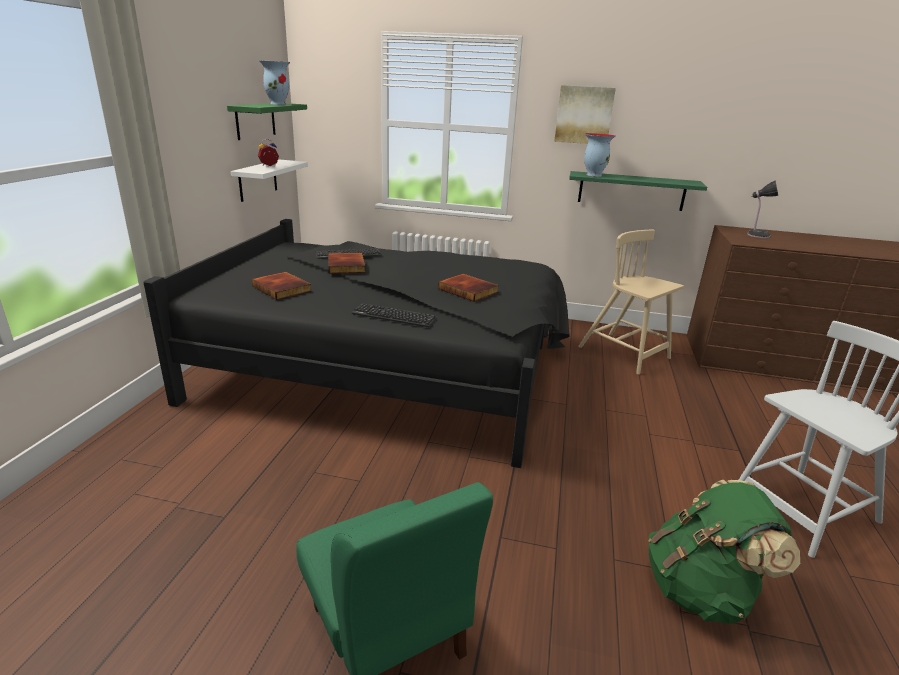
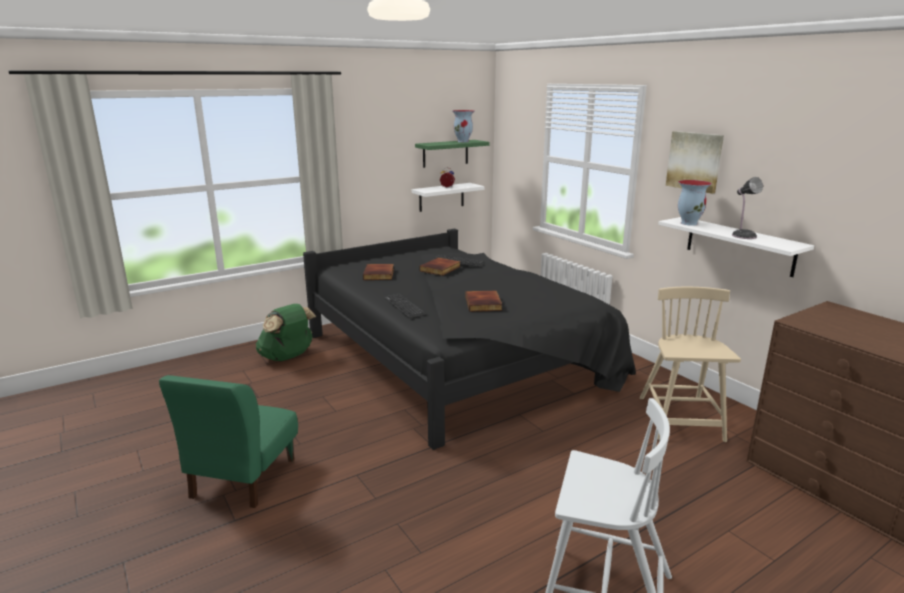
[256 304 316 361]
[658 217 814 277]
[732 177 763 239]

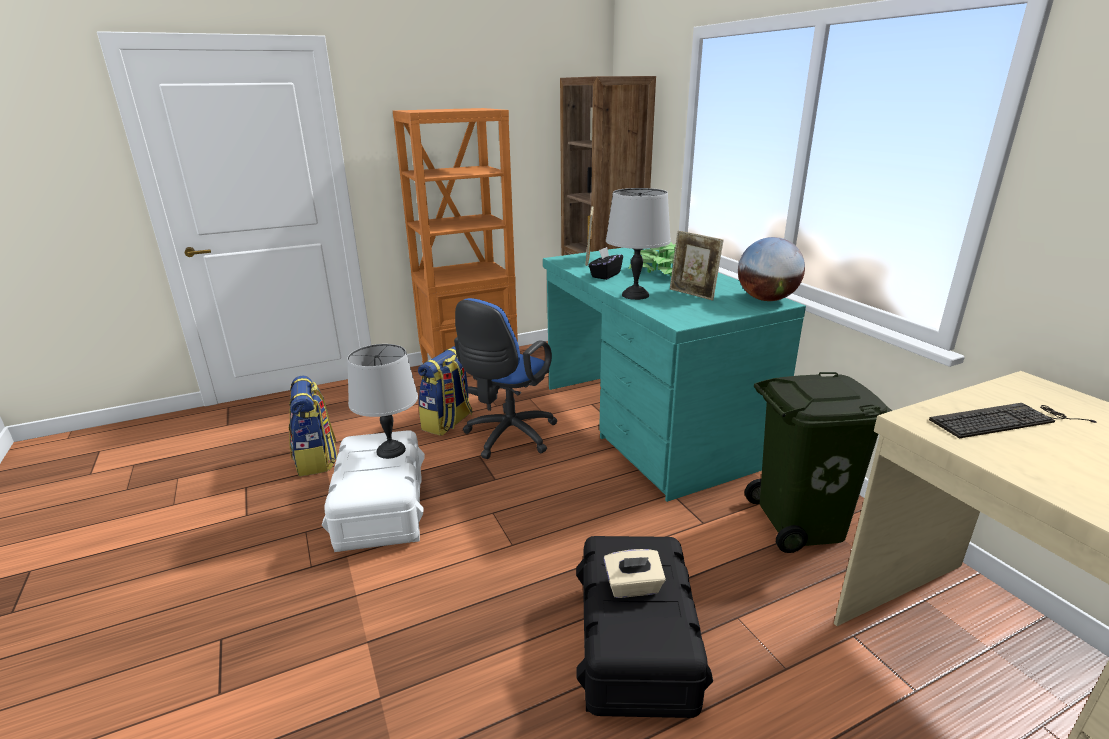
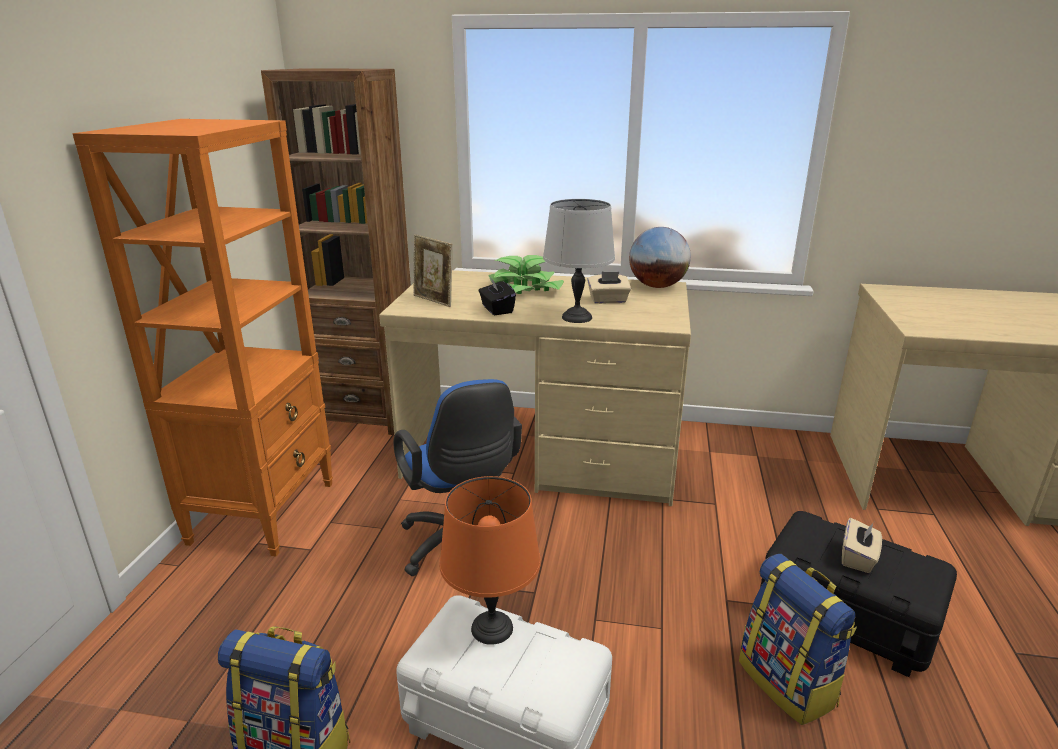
[379 270 691 506]
[440 476 541 645]
[587 272 631 304]
[739 554 857 725]
[745 372 892 553] (first image)
[929 403 1097 439] (first image)

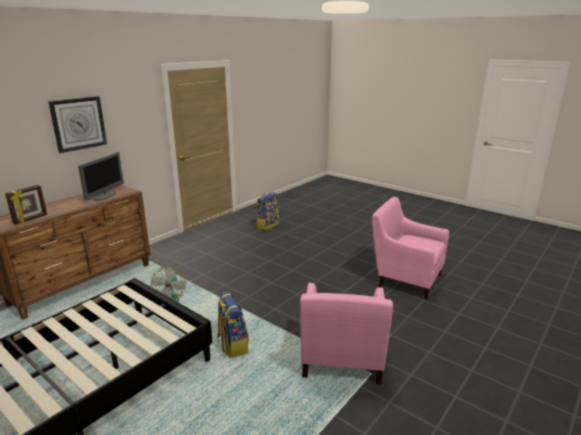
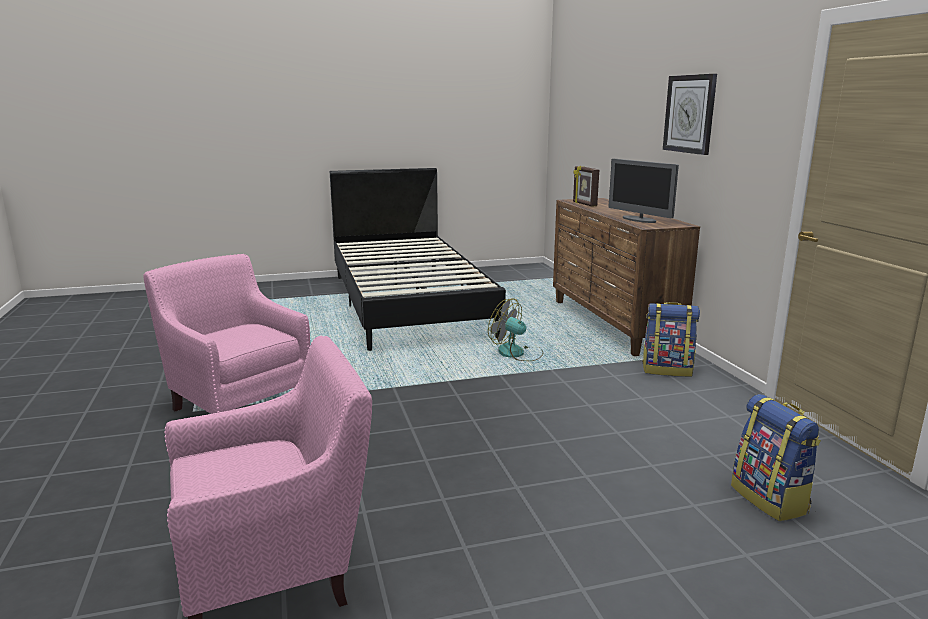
[642 302 700 377]

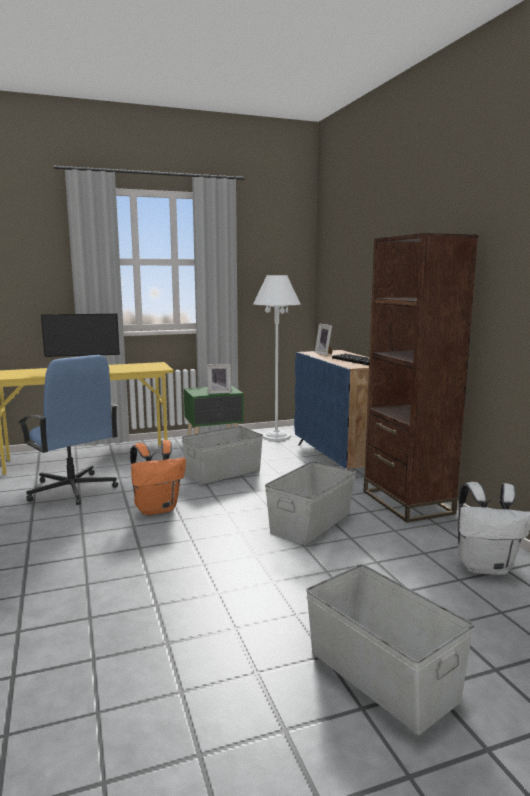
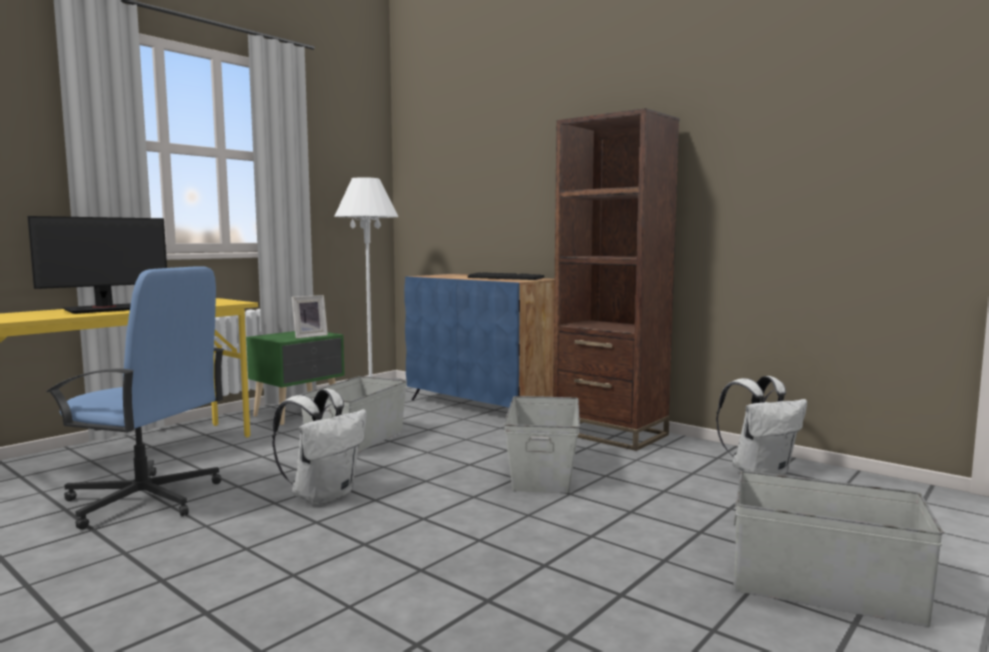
[272 389 367 505]
[315 323 333 356] (first image)

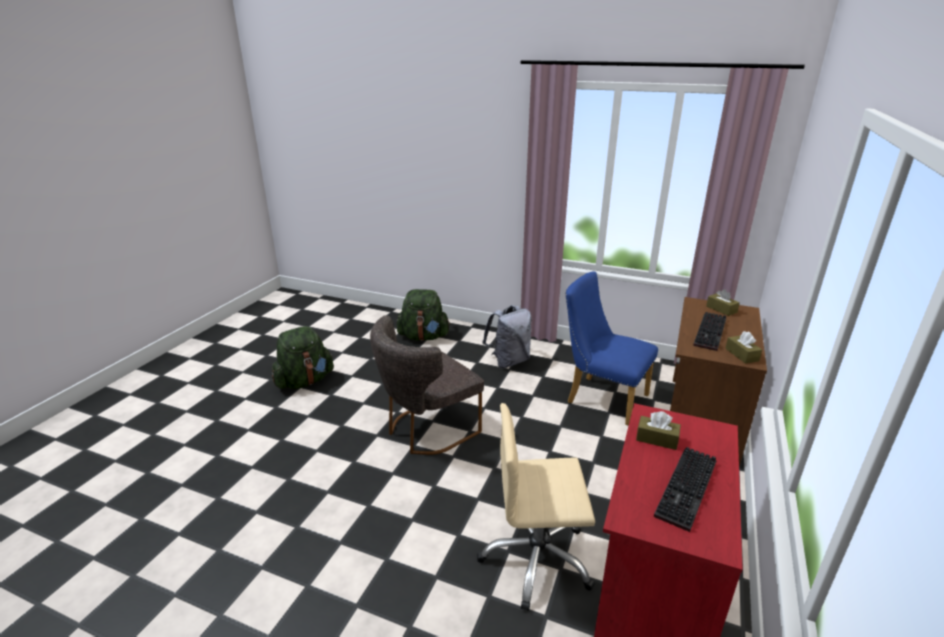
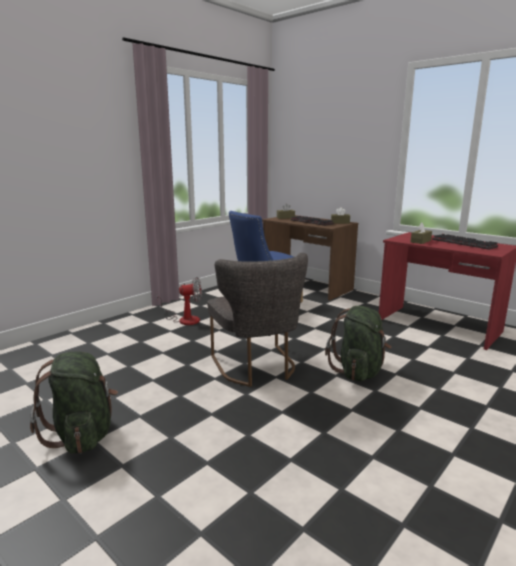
[156 277 202 325]
[325 306 392 381]
[477 403 595 611] (first image)

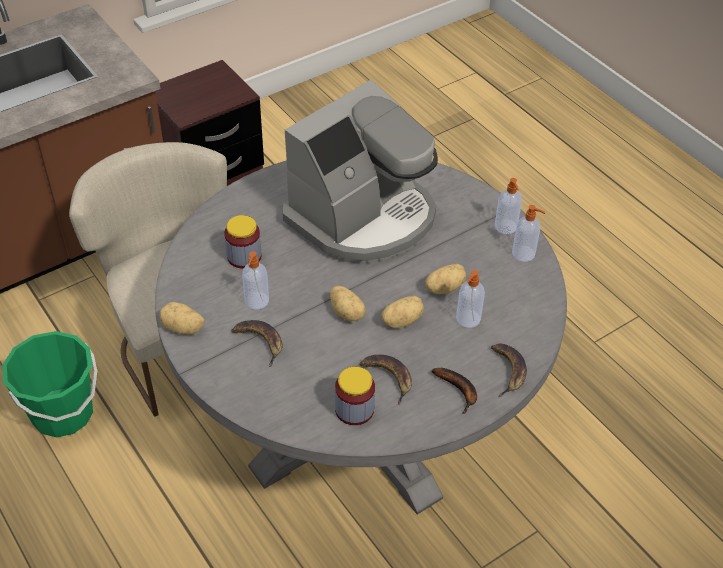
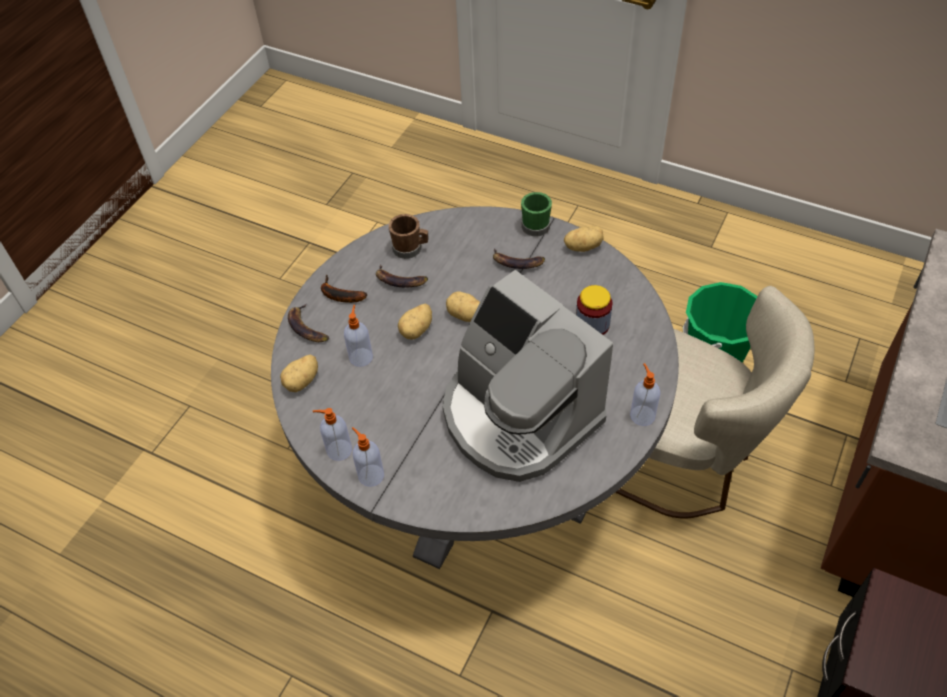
[280 354 318 392]
[388 214 428 259]
[442 270 613 482]
[521 192 552 237]
[630 363 660 426]

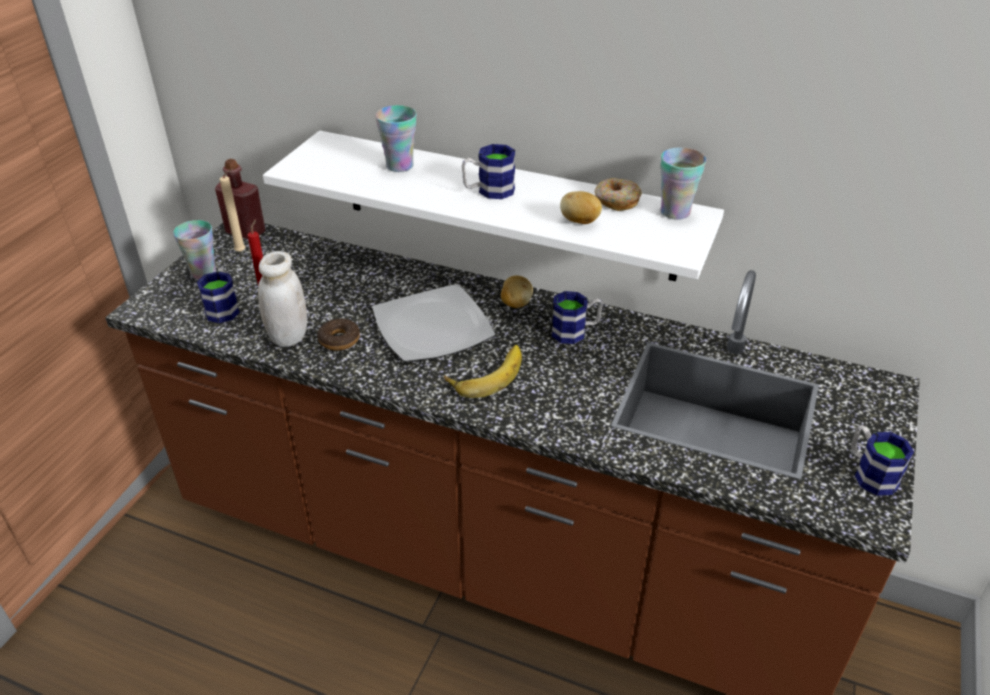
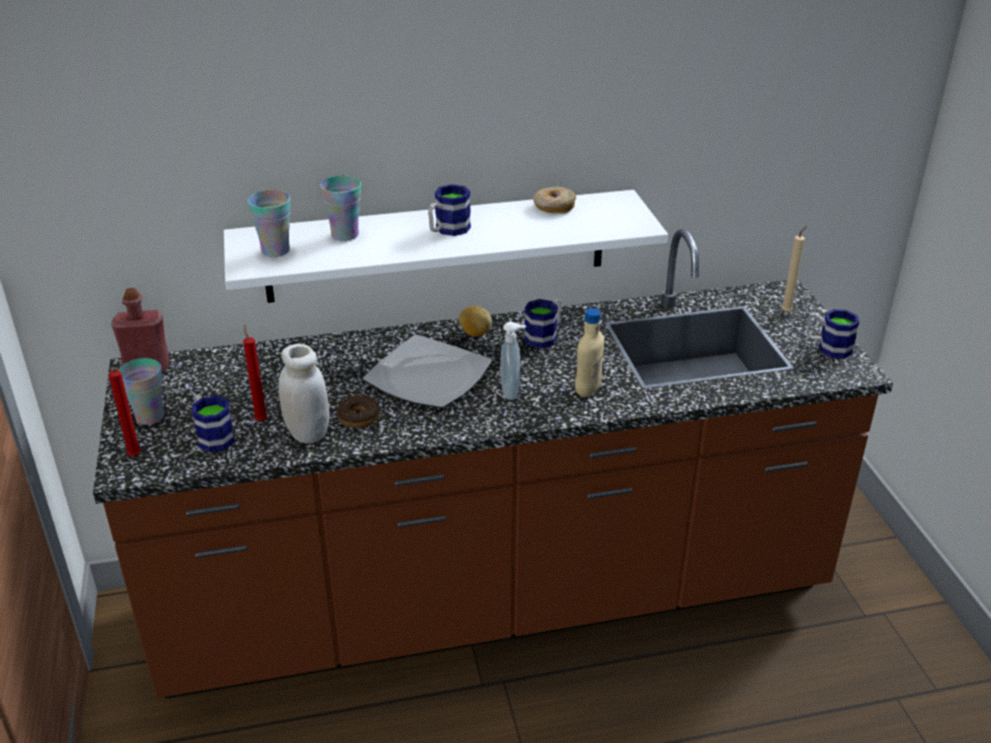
[107 369 141 457]
[248 190 290 257]
[500 322 526 400]
[575 308 604 397]
[781 226 807 313]
[560 191 602 224] (first image)

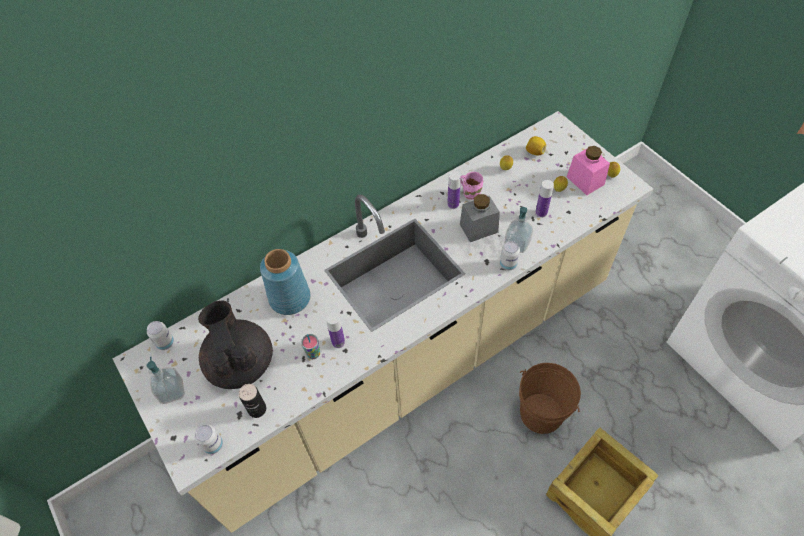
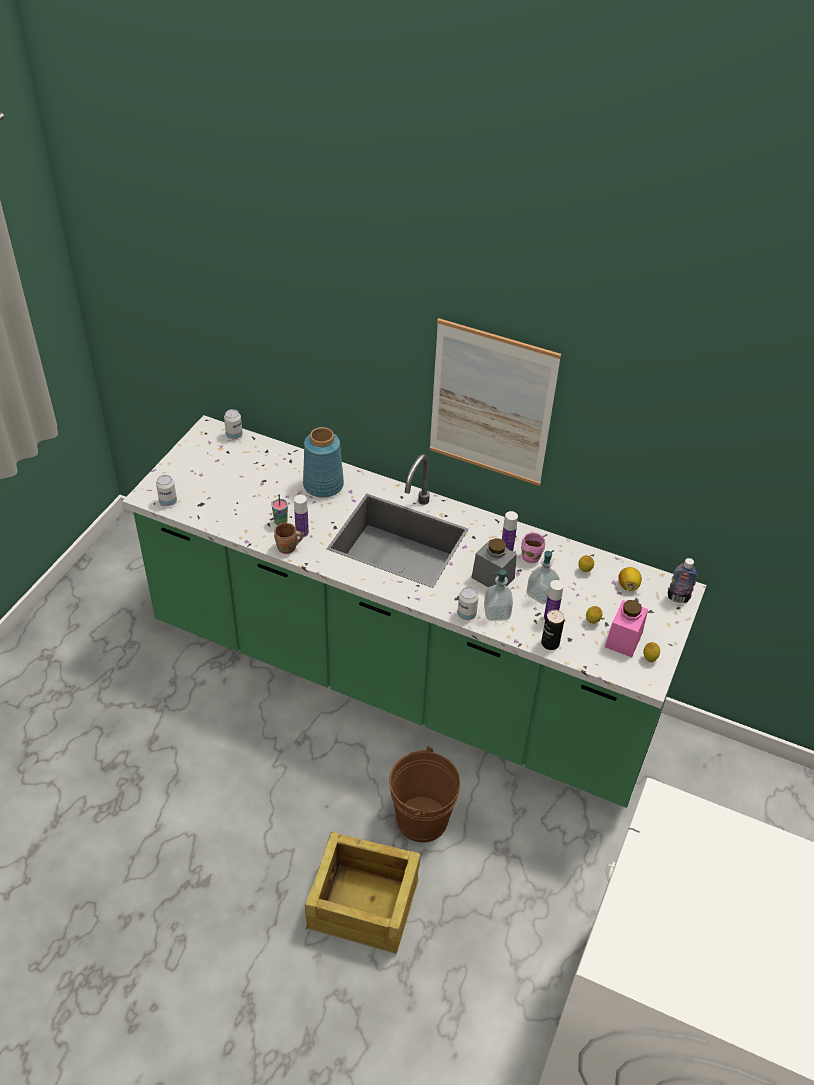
[122 415 707 808]
[274 523 303 554]
[429 318 561 486]
[526 550 560 604]
[541 610 565 650]
[668 558 698 603]
[198 300 273 389] (first image)

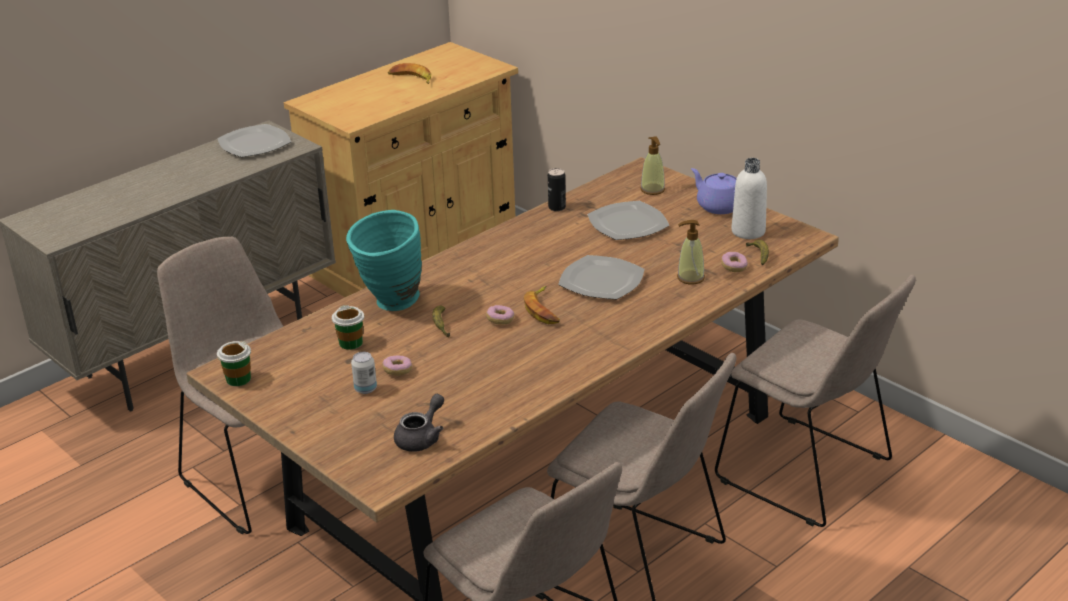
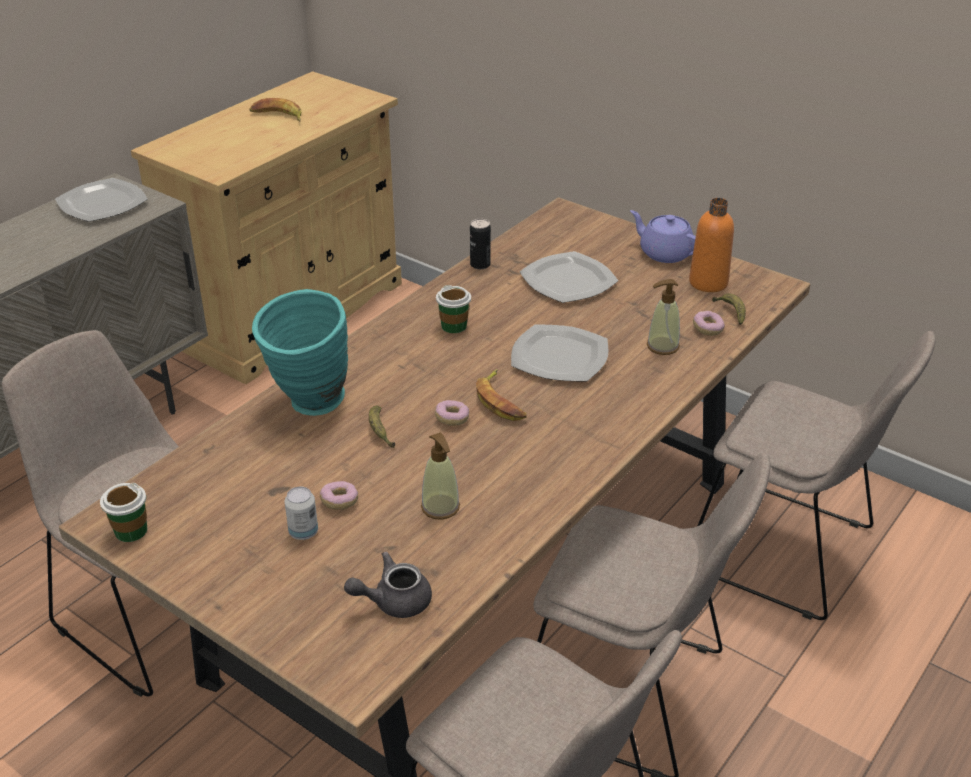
[344 551 432 618]
[421 432 460 520]
[436 285 471 333]
[689 198 734 292]

